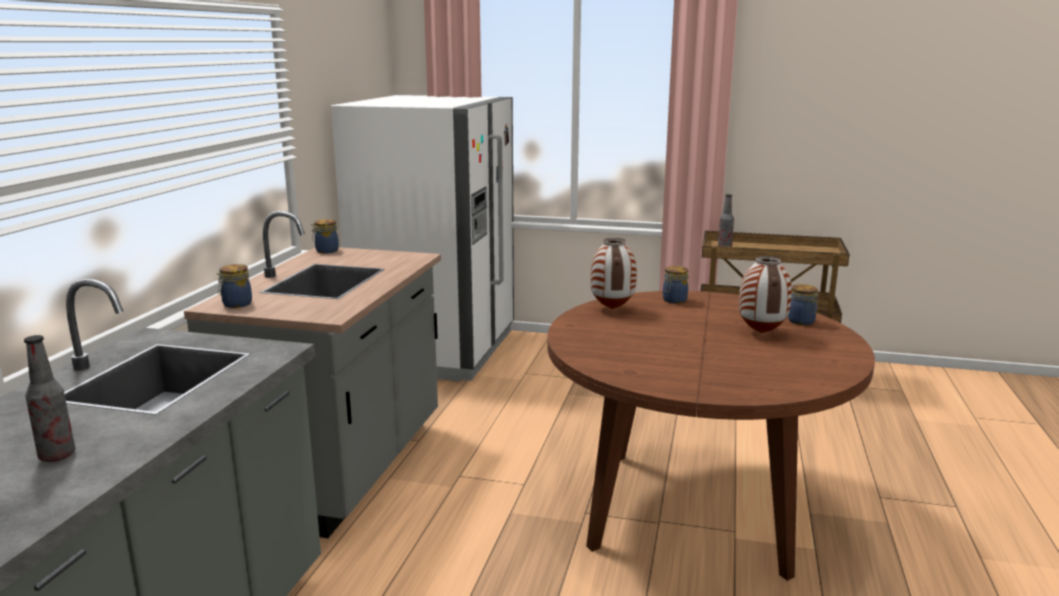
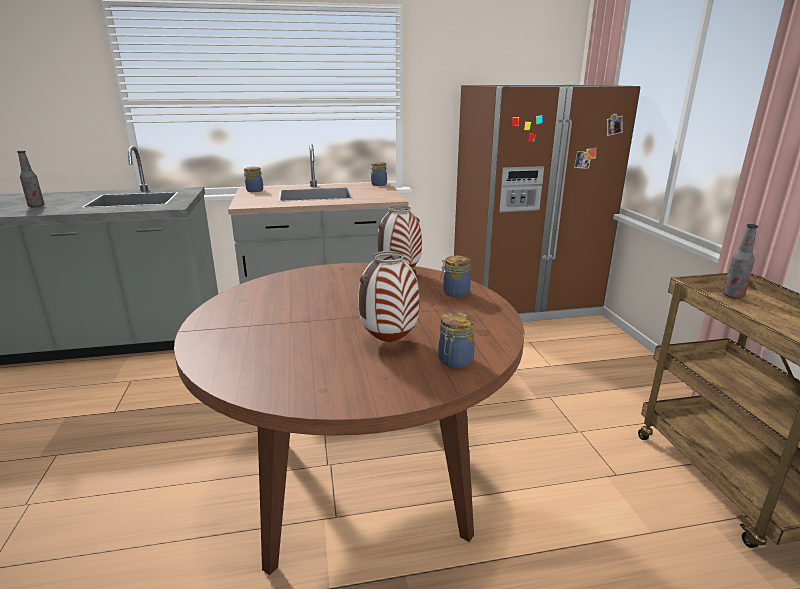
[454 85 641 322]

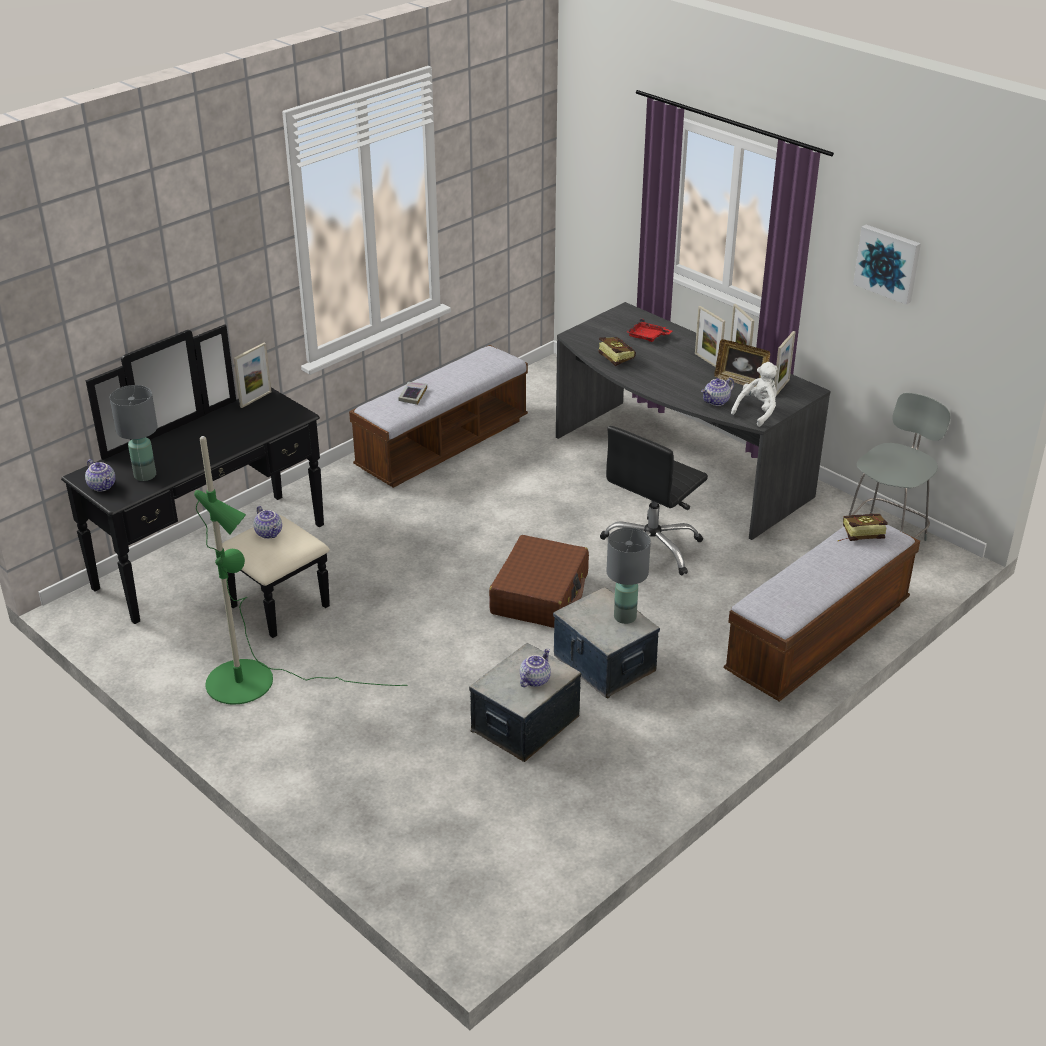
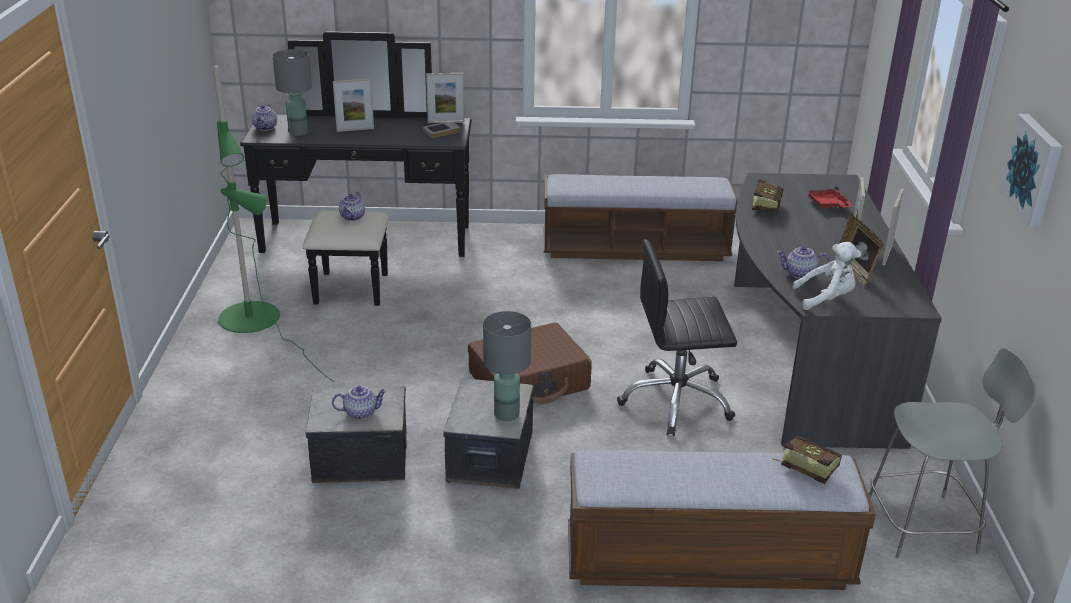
[333 78 374 132]
[423 121 461 138]

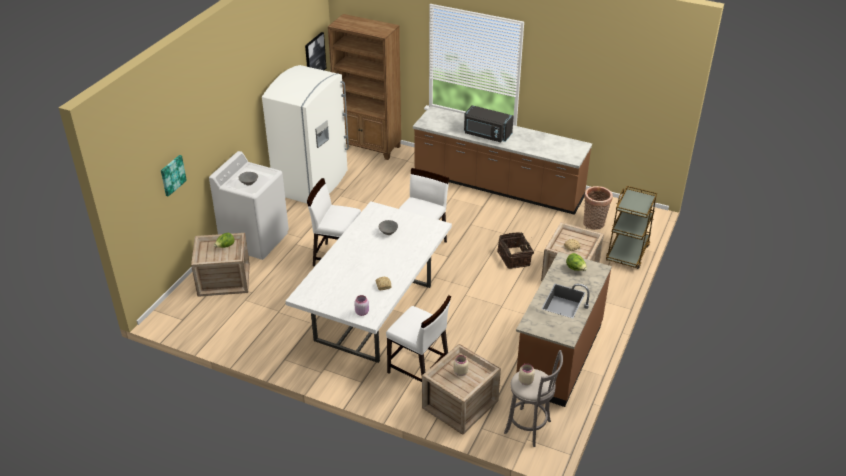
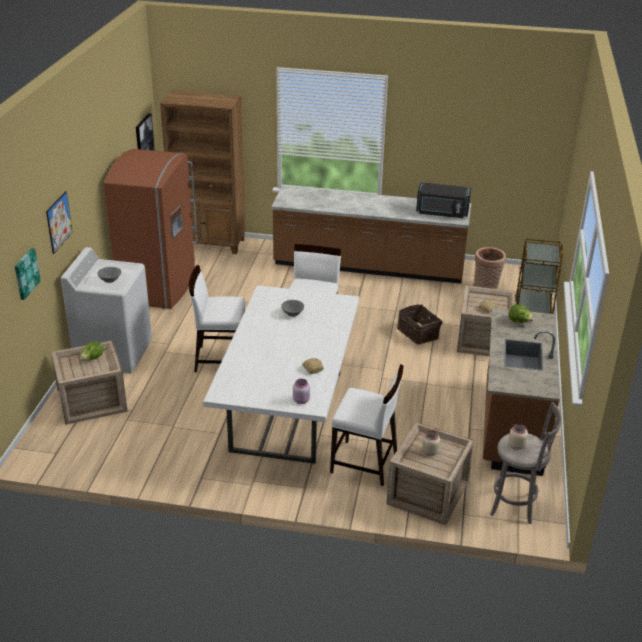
[46 191 73 254]
[103 149 197 309]
[416 182 471 218]

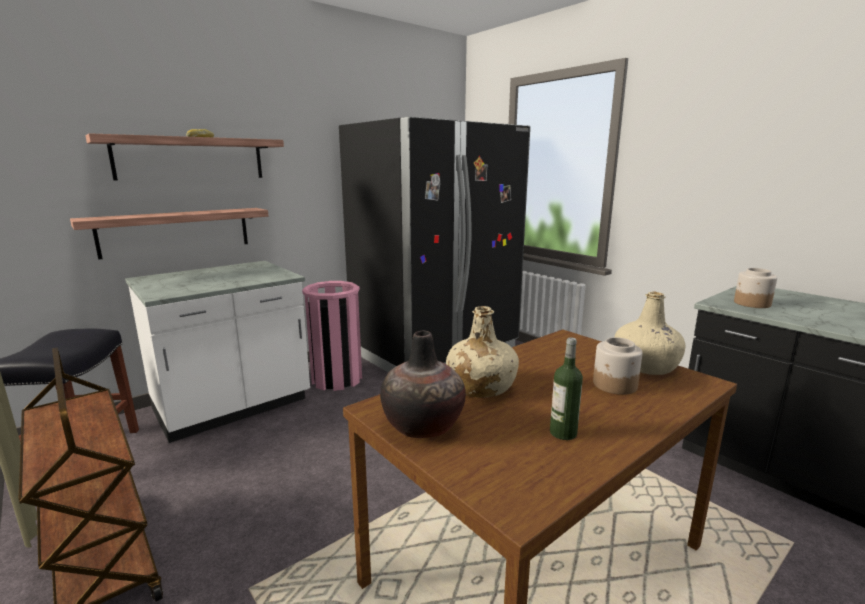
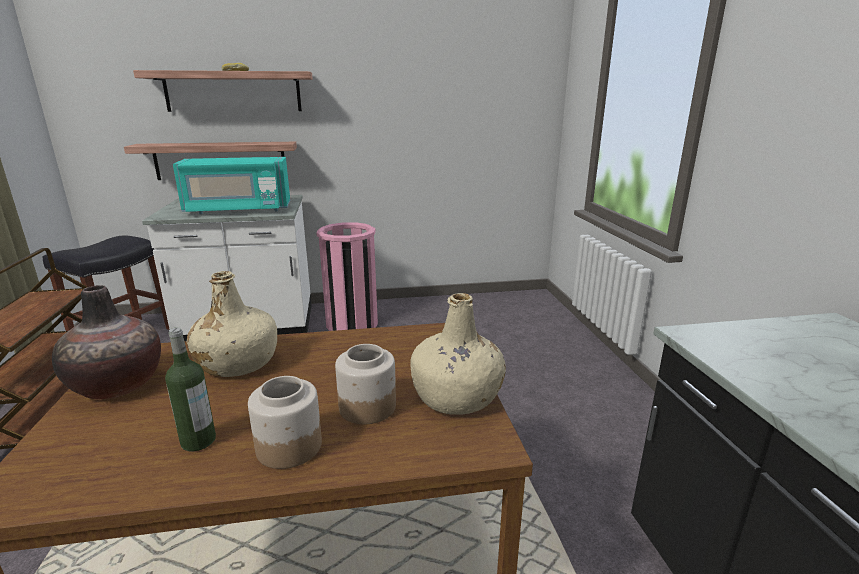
[173 157 290 214]
[248 376 322 469]
[339 117 531 373] (first image)

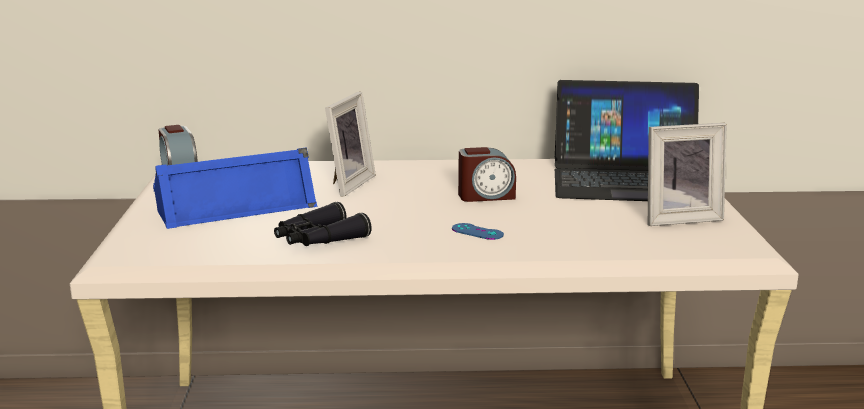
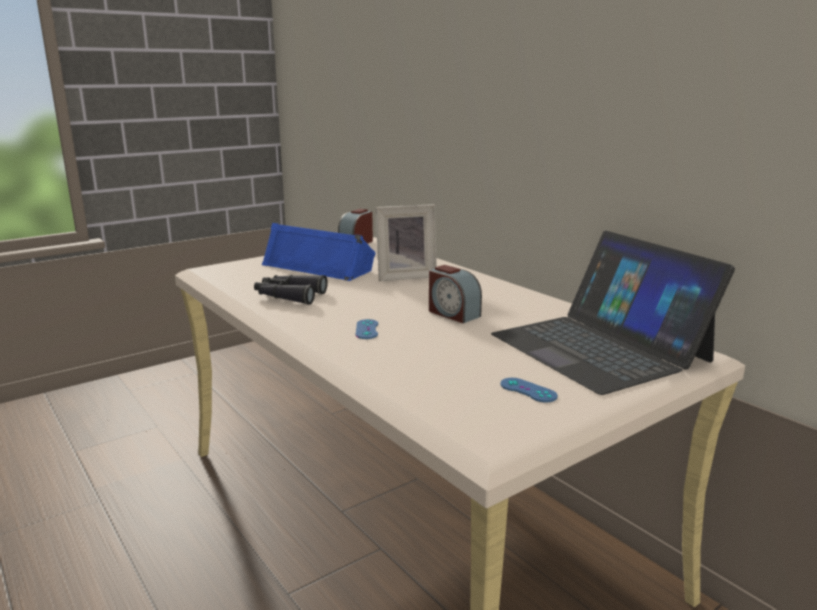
[500 378 558 402]

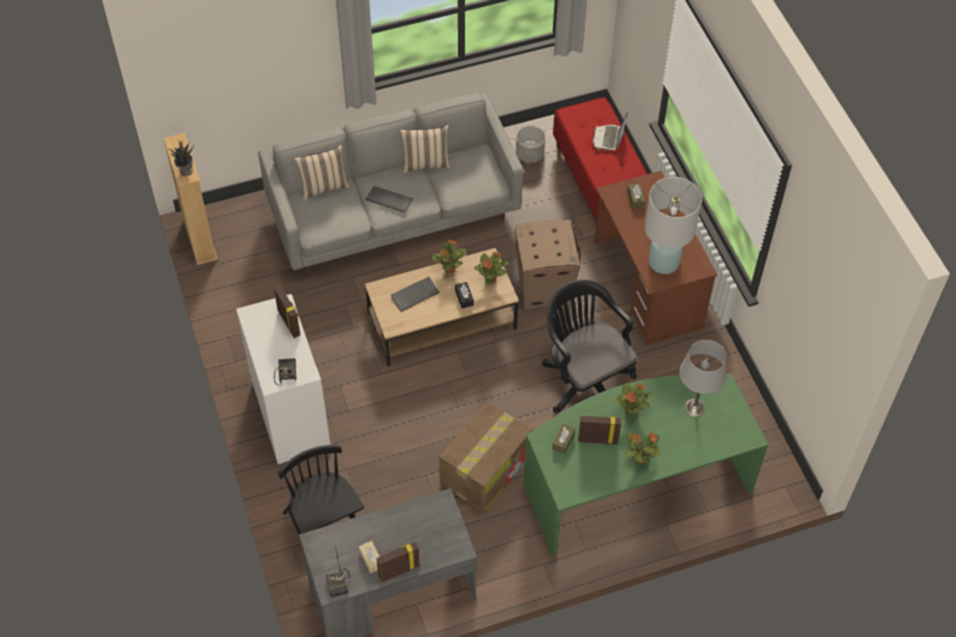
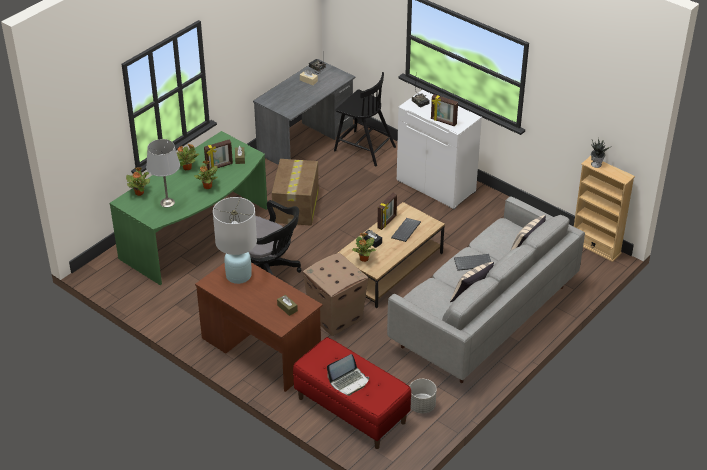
[126 167 150 196]
[327 354 369 396]
[377 193 397 230]

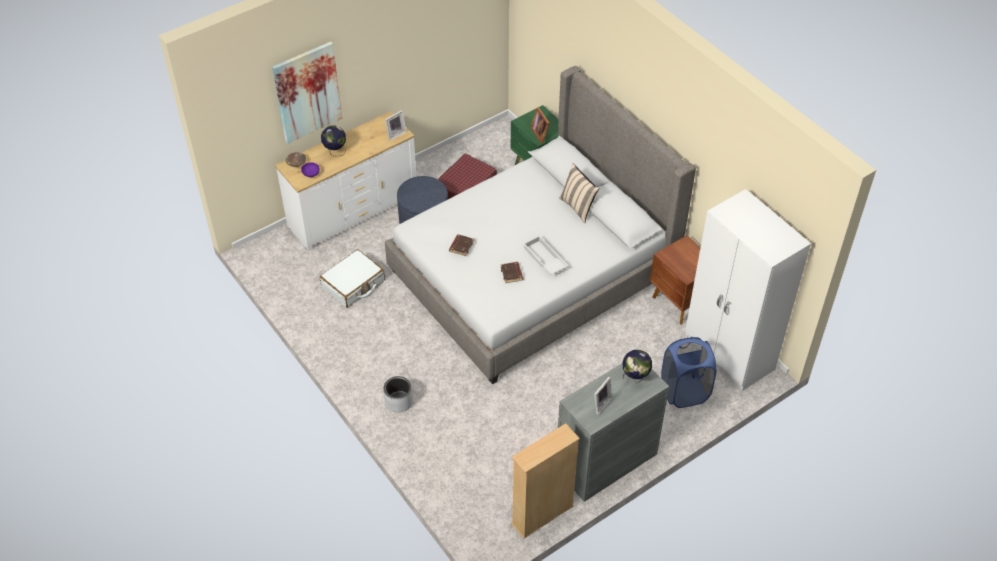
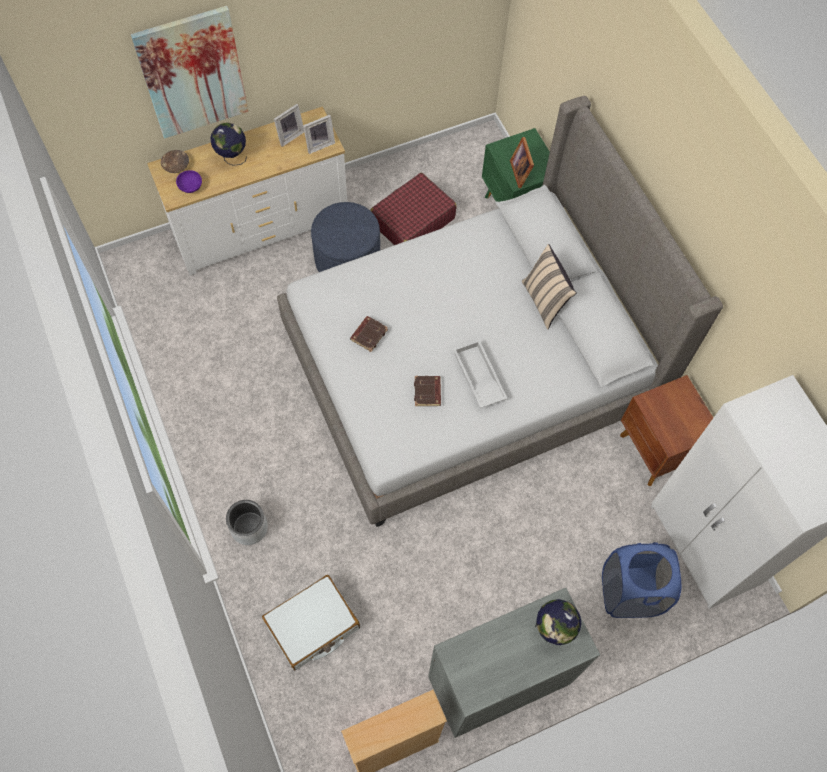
[262 575 360 670]
[274 104 304 147]

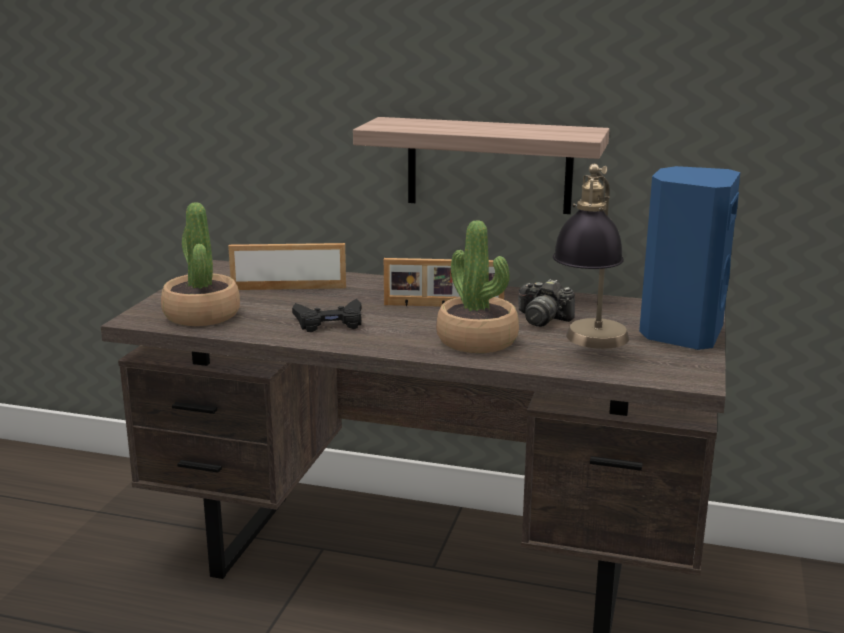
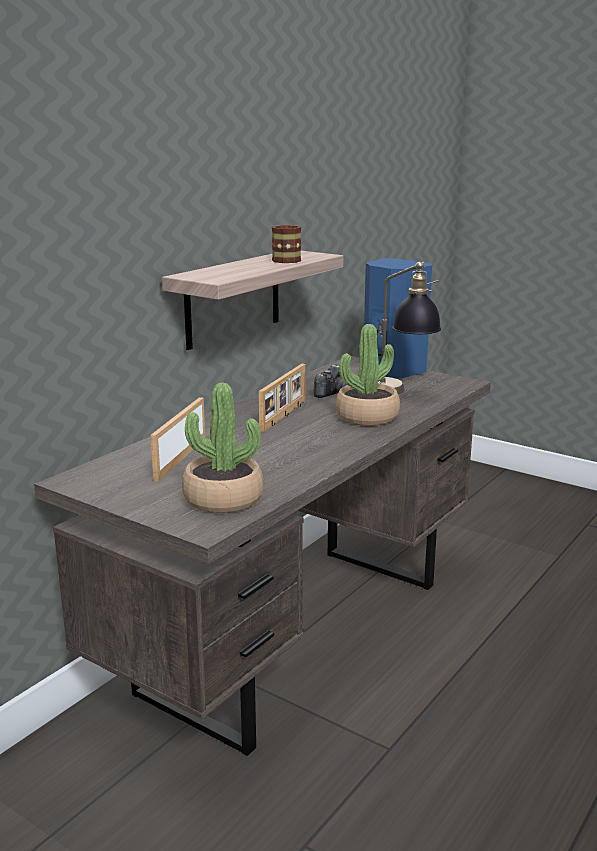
[272 225 301 263]
[292 299 361 332] (first image)

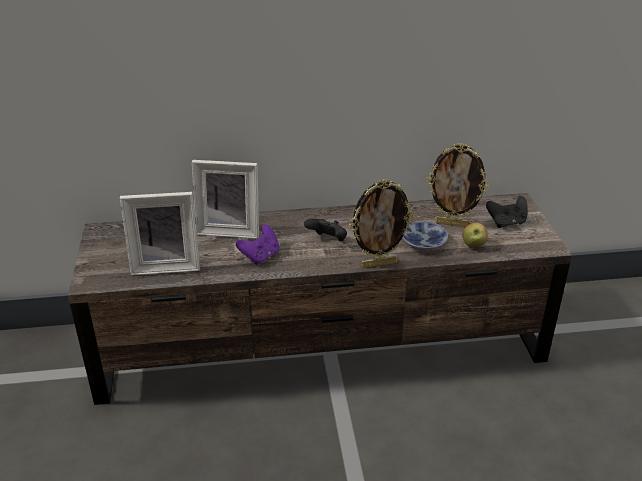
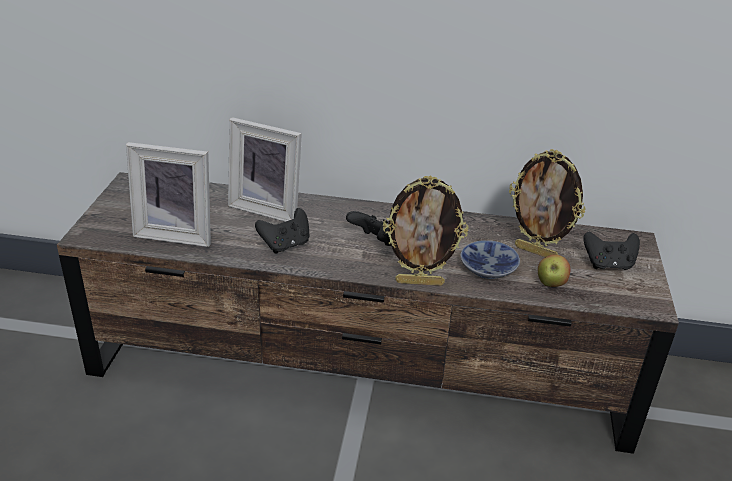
[255 208 309 254]

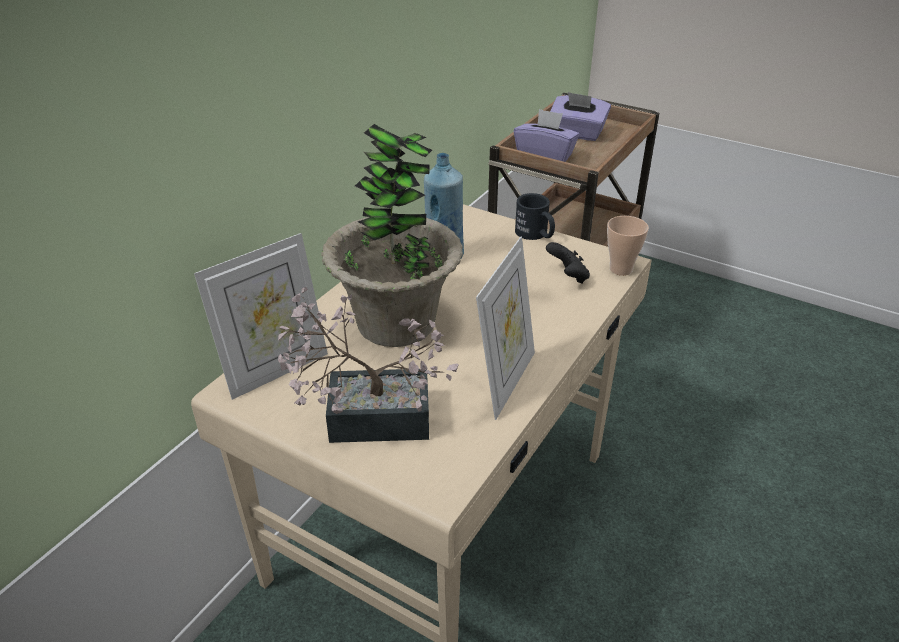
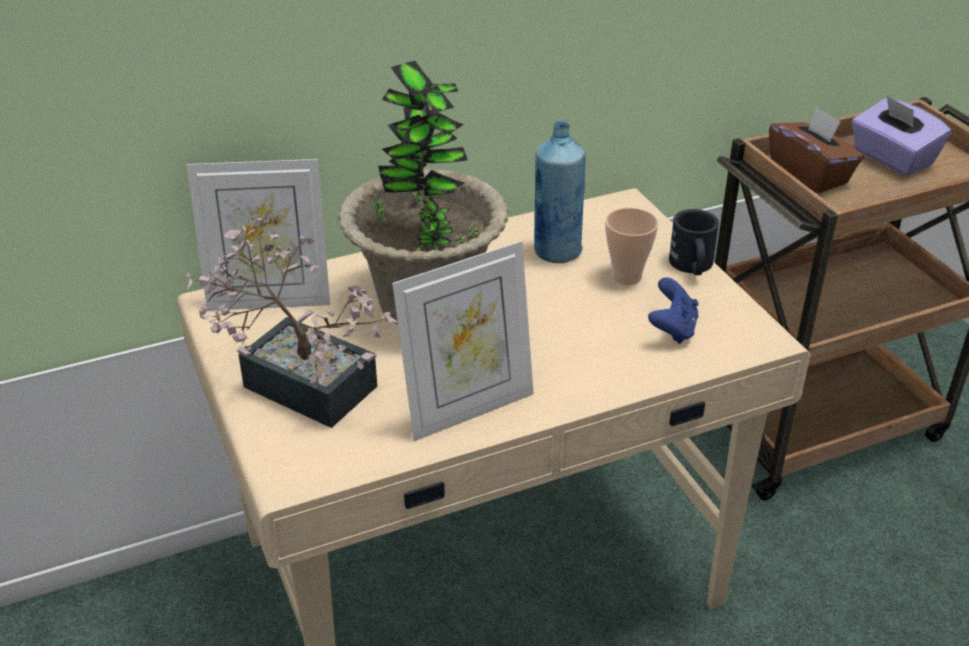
[605 208 658 285]
[648 277 698 344]
[769 107 864 193]

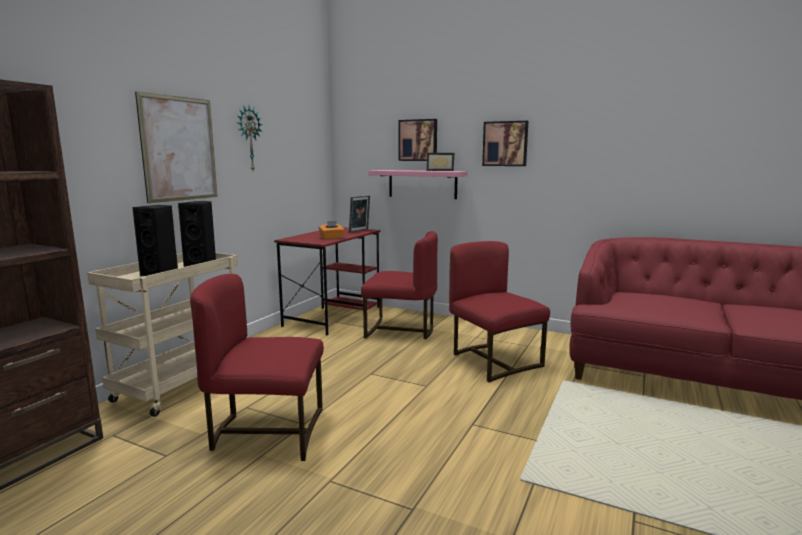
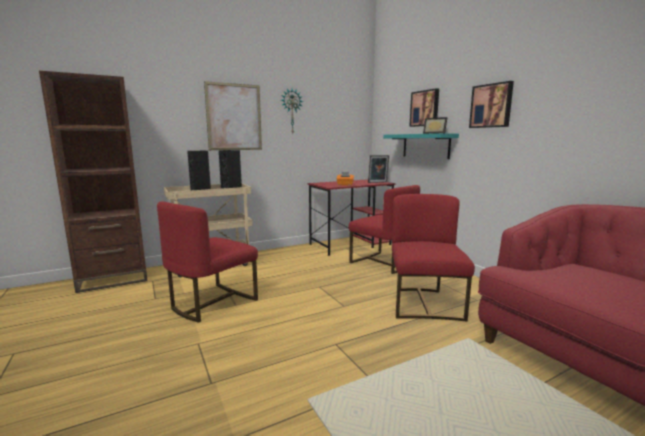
[157 201 258 323]
[383 133 459 159]

